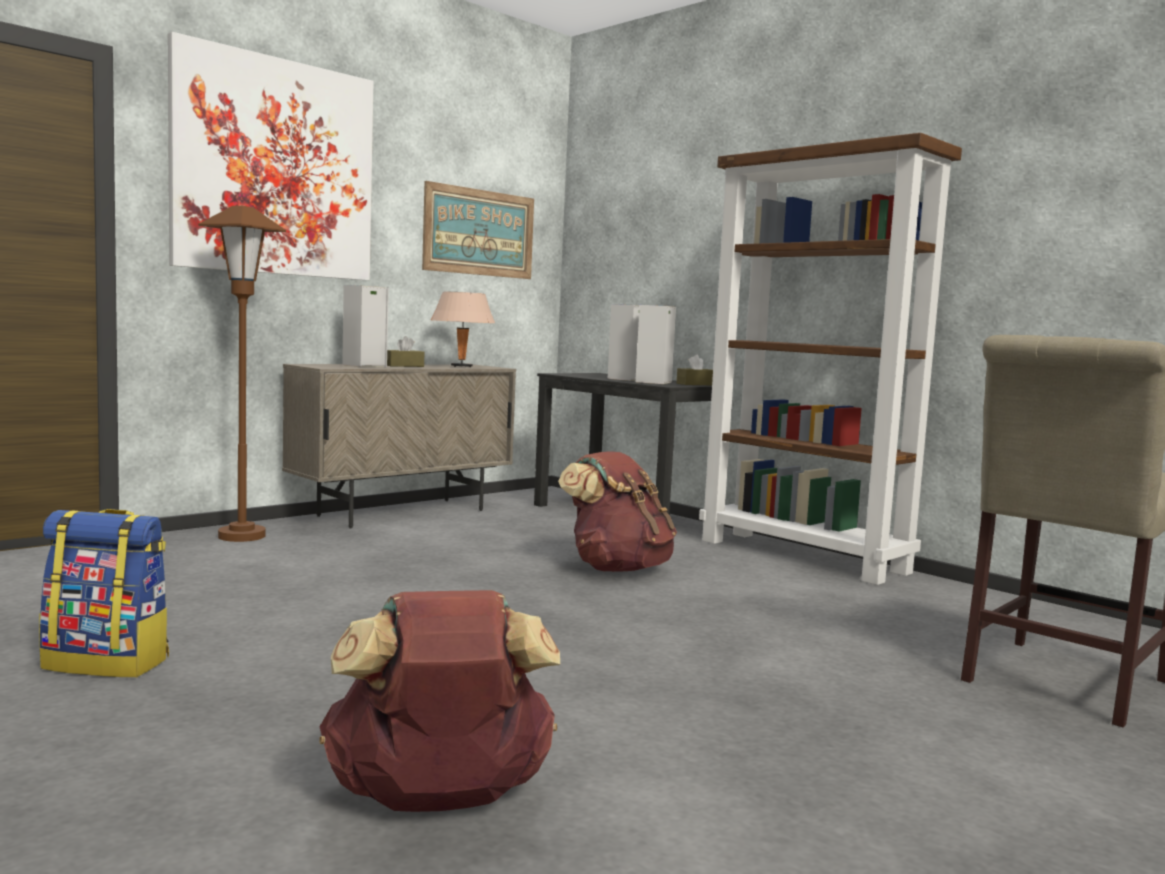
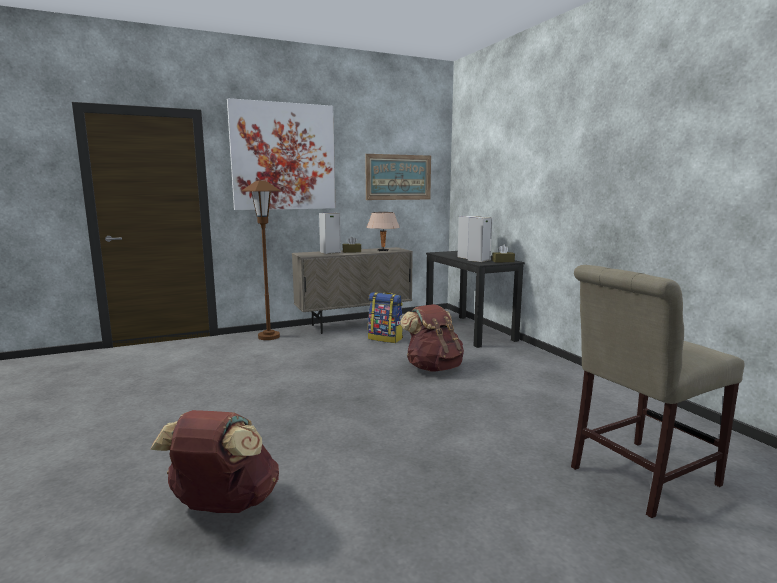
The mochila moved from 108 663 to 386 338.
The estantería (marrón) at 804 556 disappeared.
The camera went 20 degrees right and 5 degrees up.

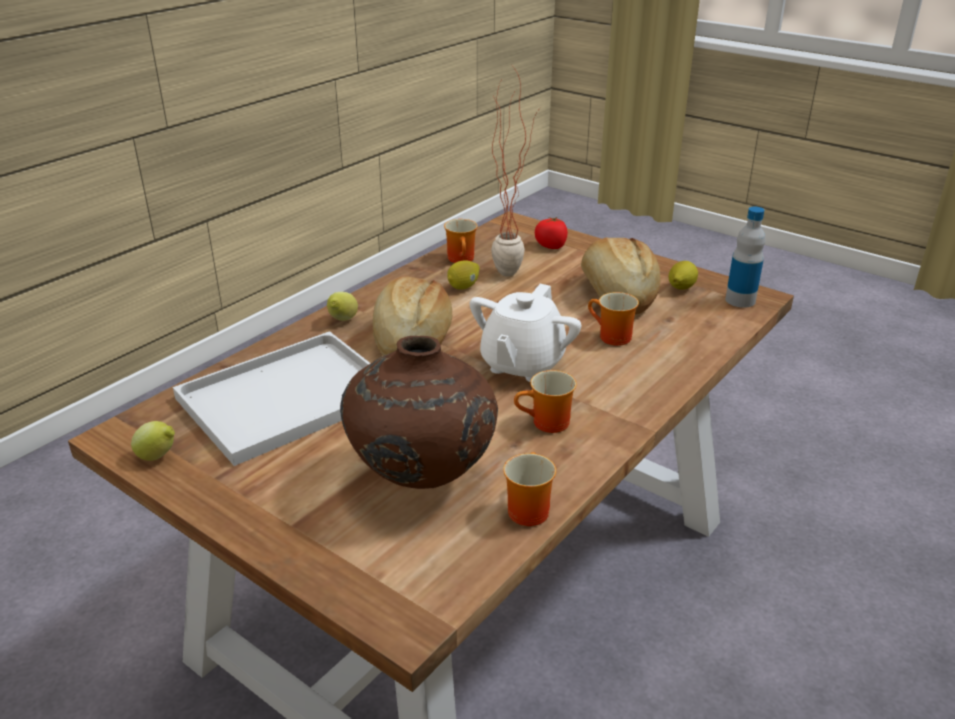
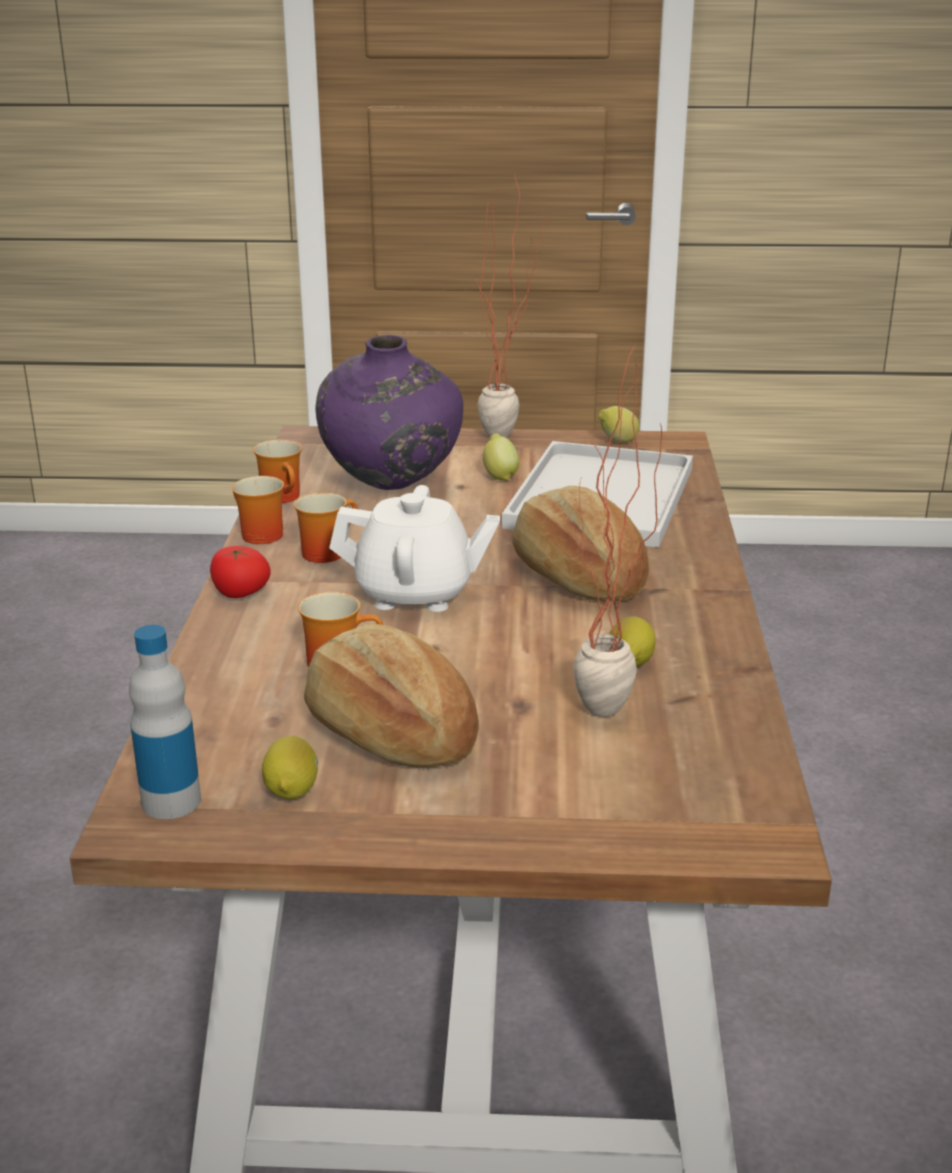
The tomate moved from 551 246 to 240 593.
The taza grande moved from 463 259 to 256 535.
The florero (marrón) at 421 479 became the florero (morado) at 392 488.
The tetera (blanco) at 522 364 turned 105 degrees clockwise.
The planta en maceta at 511 438 appeared.
The limón moved from 342 321 to 500 476.
The camera went 145 degrees right and 5 degrees down.

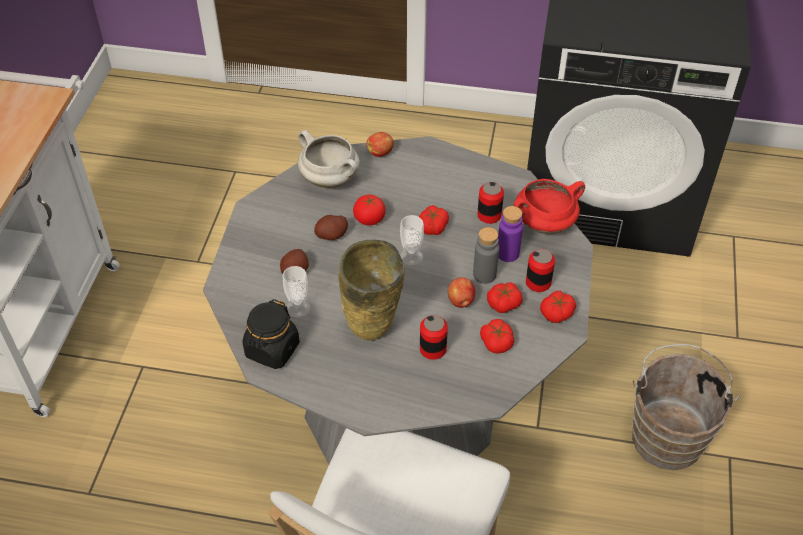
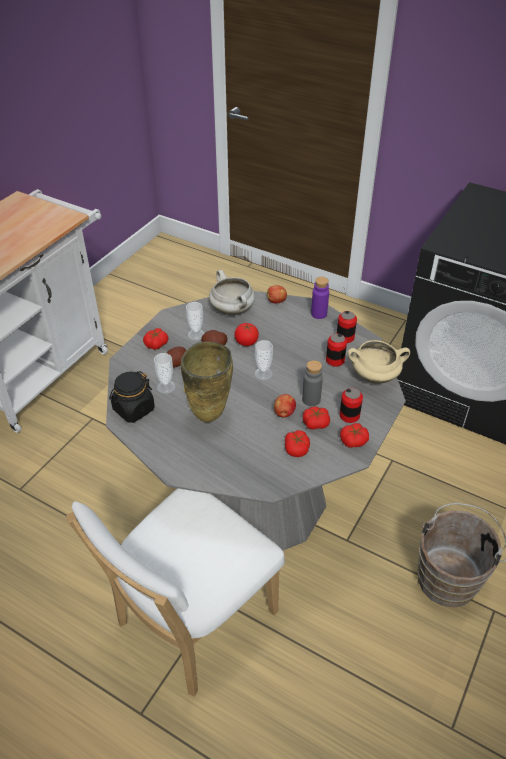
The tomate moved from 432 226 to 156 344.
The taza at 196 334 appeared.
The botella (morado) moved from 507 253 to 319 314.
The lata moved from 433 349 to 345 337.
The olla (rojo) at 545 223 became the olla (beis) at 375 376.
The camera went 20 degrees right and 5 degrees down.

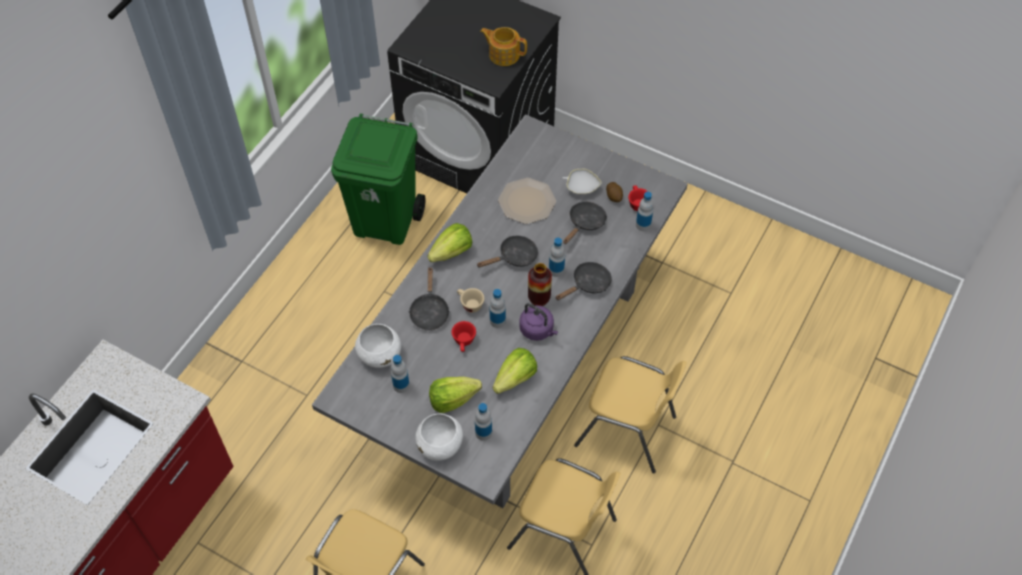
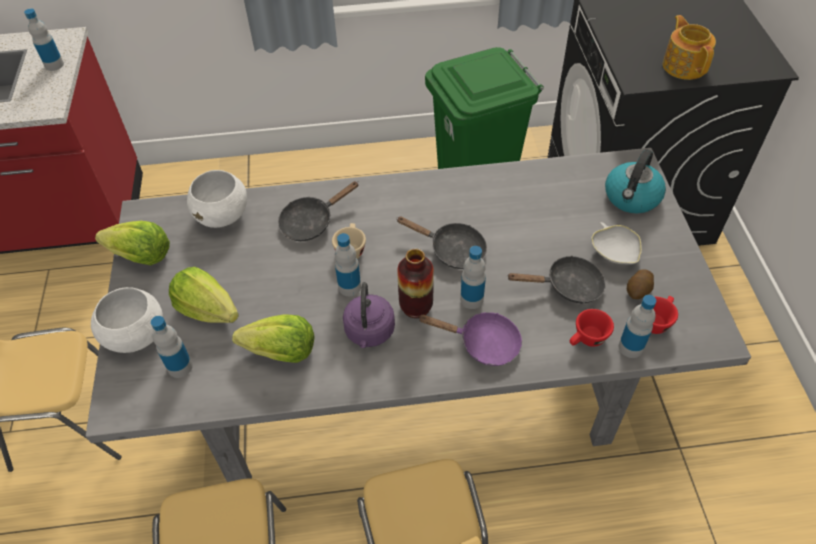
The botella moved from 401 385 to 54 65.
The lechuga moved from 452 252 to 141 256.
The sartén (negro) at 588 284 became the sartén (morado) at 483 343.
The taza (rojo) moved from 464 342 to 587 340.
The hervidor at 632 197 appeared.
The plato at 526 202 disappeared.
The camera went 55 degrees right and 5 degrees down.

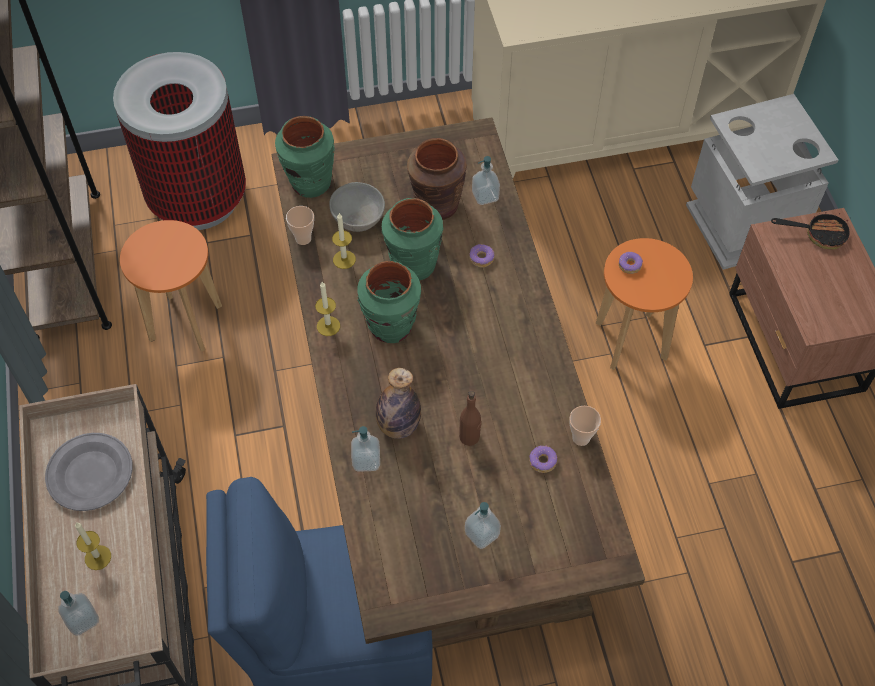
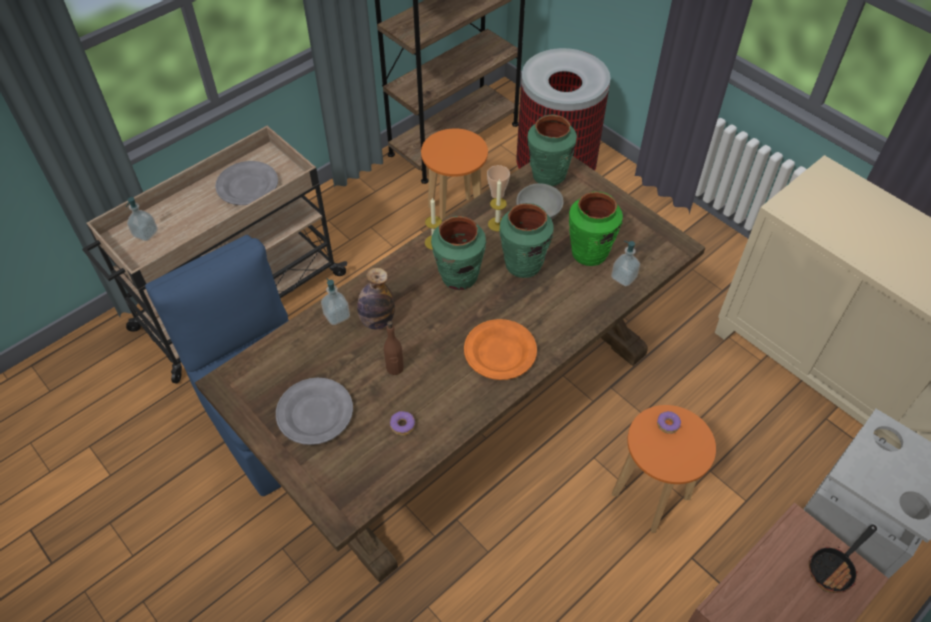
The dispensador de jabón at 482 534 was replaced by the plato (gris) at 315 414.
The plato (naranja) at 500 351 appeared.
The florero (marrón) at 437 205 became the florero (verde) at 589 253.
The sartén at 819 234 turned 75 degrees clockwise.
The vela at 98 557 disappeared.
The rosquilla at 481 258 disappeared.
The taza at 581 438 disappeared.
The camera went 60 degrees right and 5 degrees down.

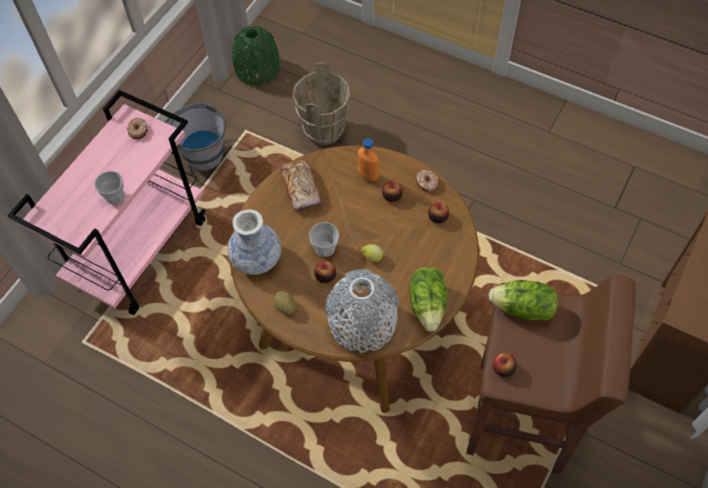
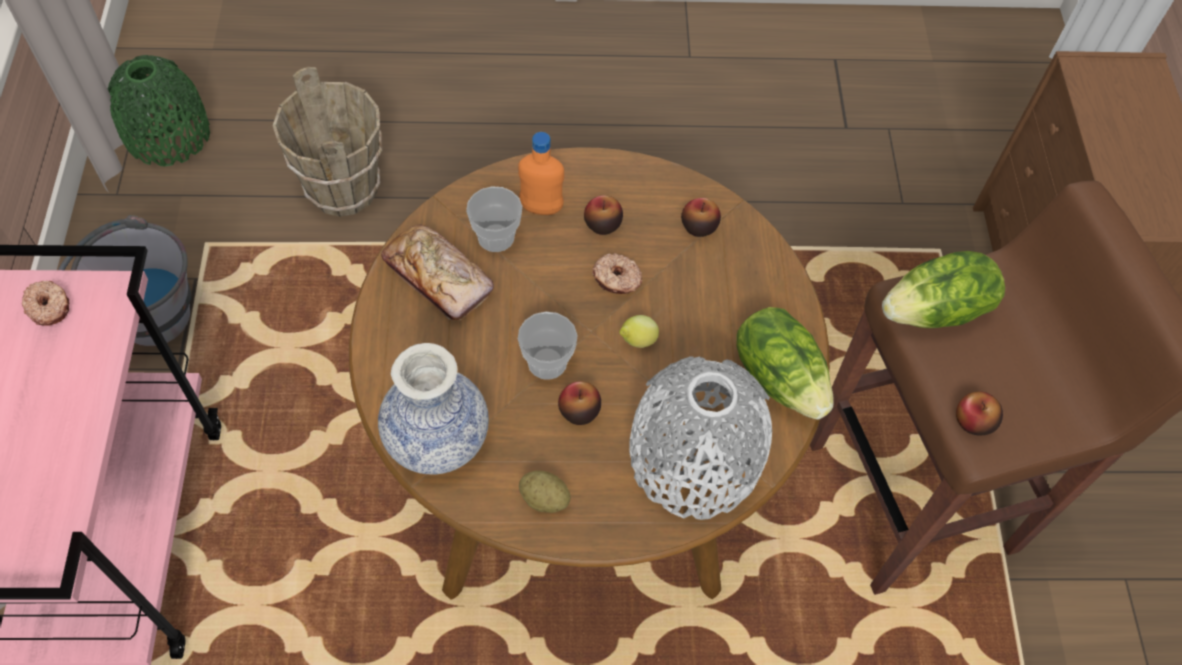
The taza moved from 115 196 to 496 237.
The rosquilla moved from 426 183 to 616 279.
The camera went 35 degrees left and 0 degrees up.

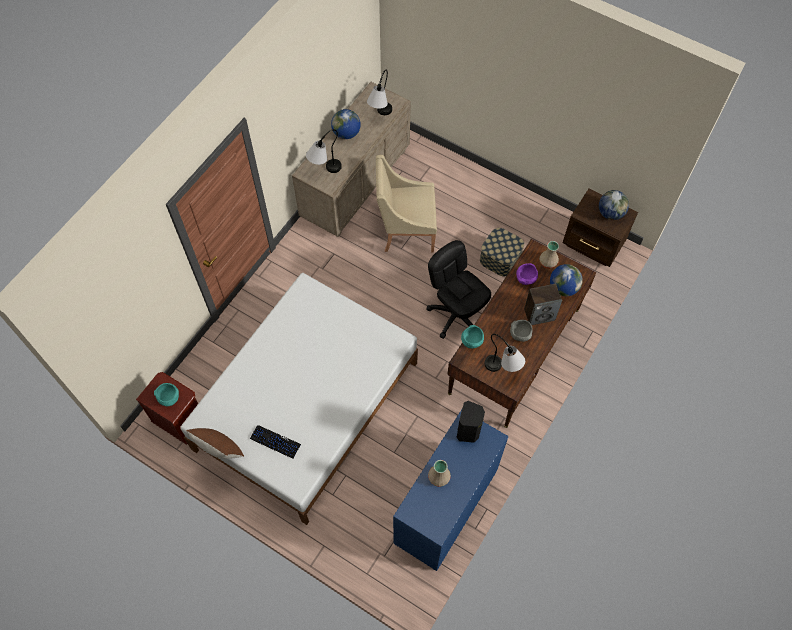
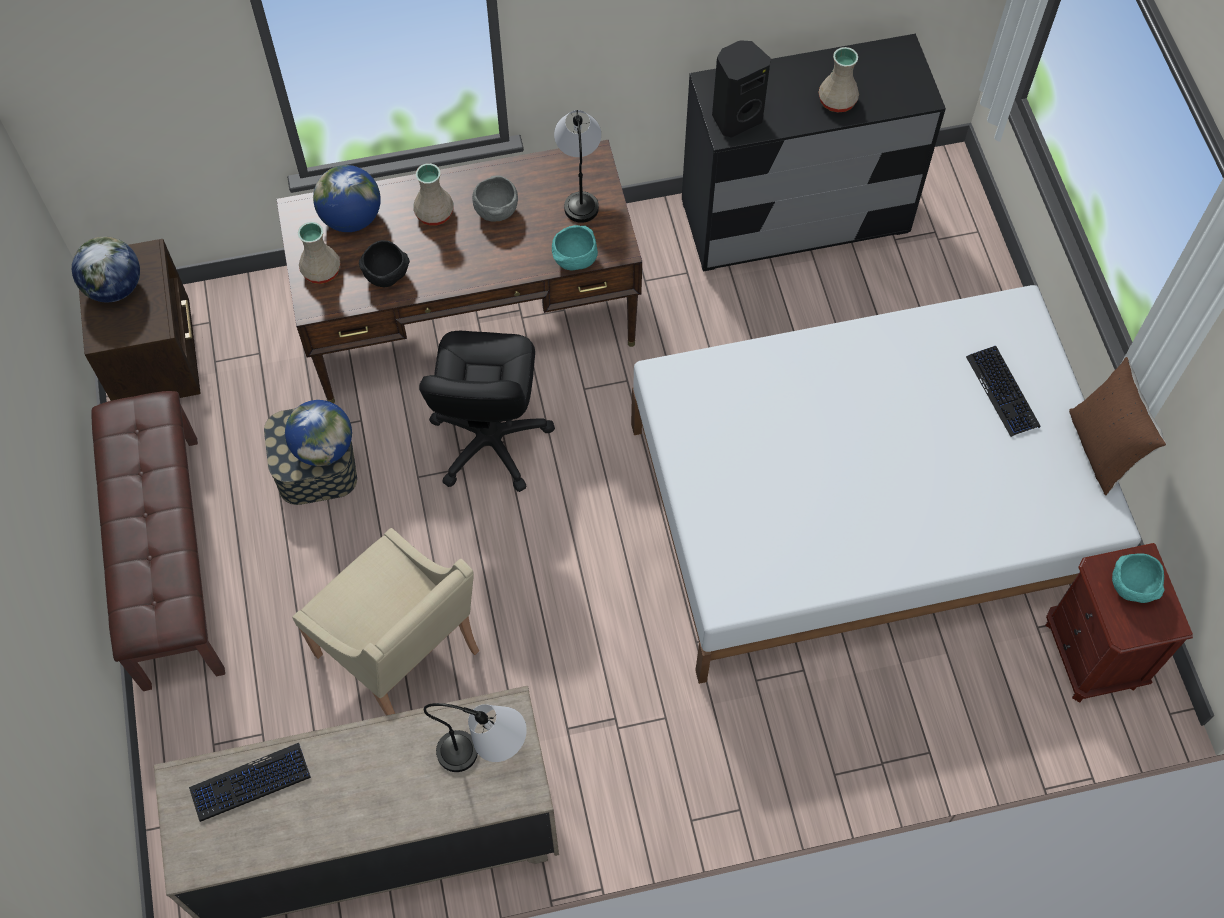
The banco (marrón) at 169 559 appeared.
The lámpara de mesa at 380 117 was replaced by the teclado at 250 783.
The globo terráqueo moved from 346 133 to 323 448.
The cuenco (morado) at 525 279 became the cuenco (negro) at 387 275.
The altavoz at 539 314 was replaced by the florero (beis) at 433 213.
The cómoda (azul) at 446 507 became the cómoda (negro) at 794 218.
The camera went 135 degrees left and 0 degrees up.

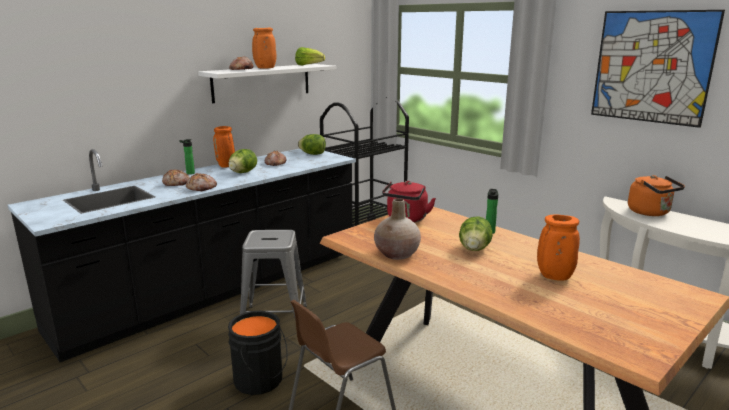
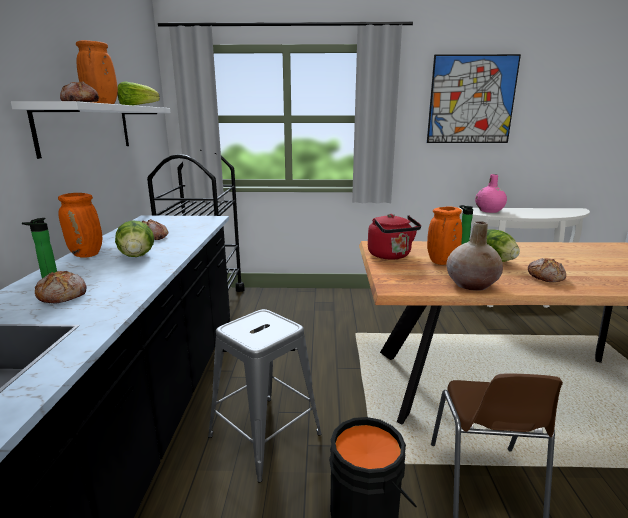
The florero (naranja) moved from 554 277 to 442 262.
The hervidor (naranja) at 650 213 was replaced by the florero (rosa) at 489 211.
The pan moved from 202 188 to 546 277.
The lechuga at 313 154 disappeared.
The camera went 45 degrees left and 0 degrees up.

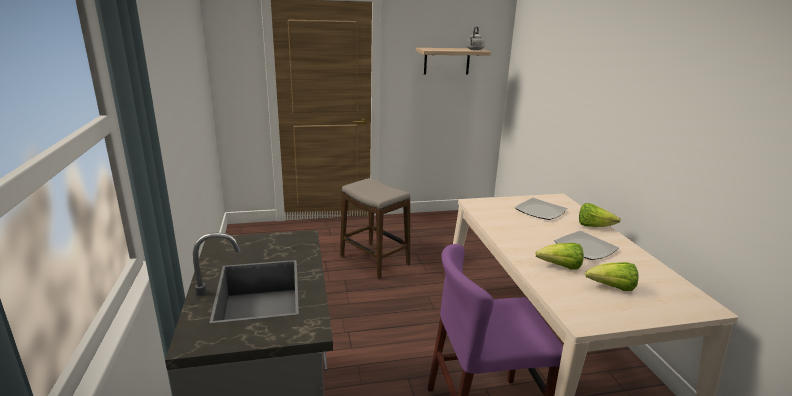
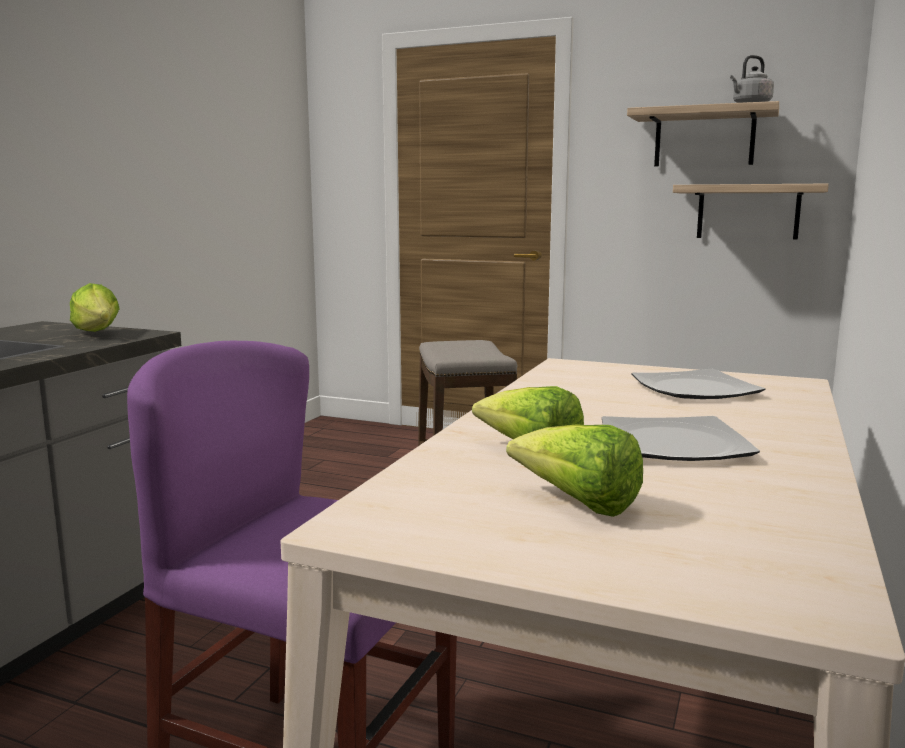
The lechuga moved from 593 226 to 98 333.
The estante at 748 212 appeared.
The camera went 35 degrees right and 10 degrees down.

